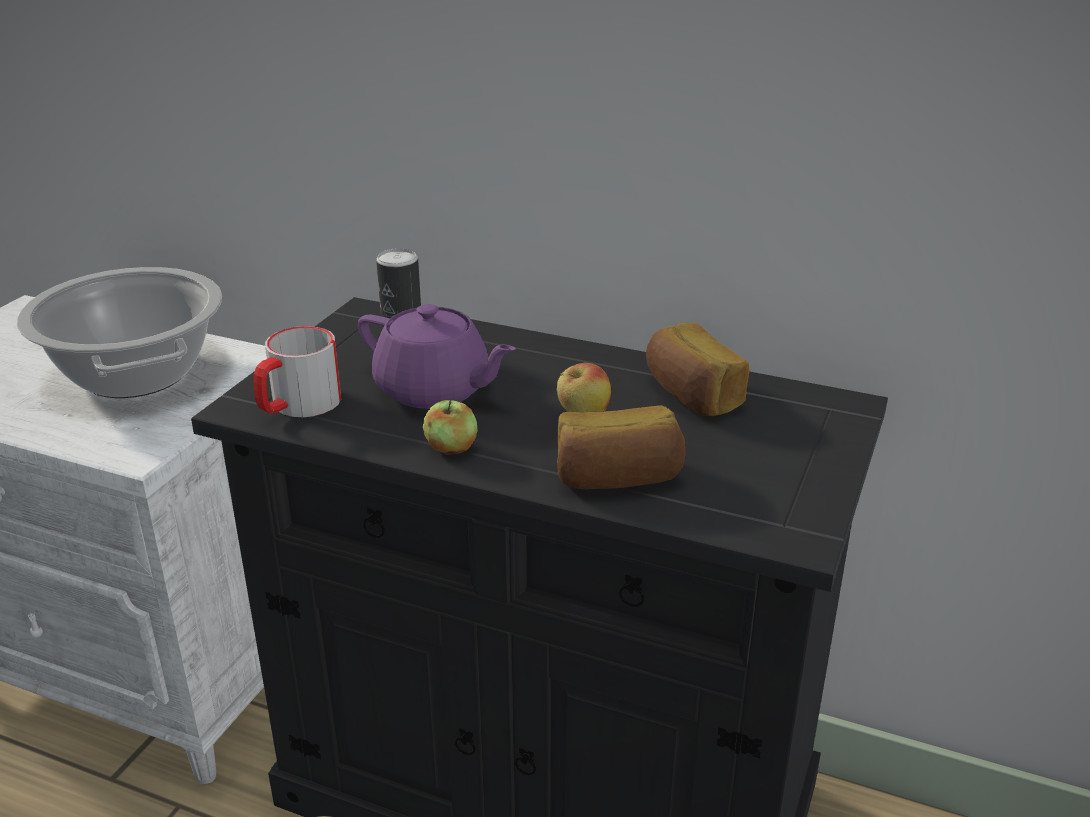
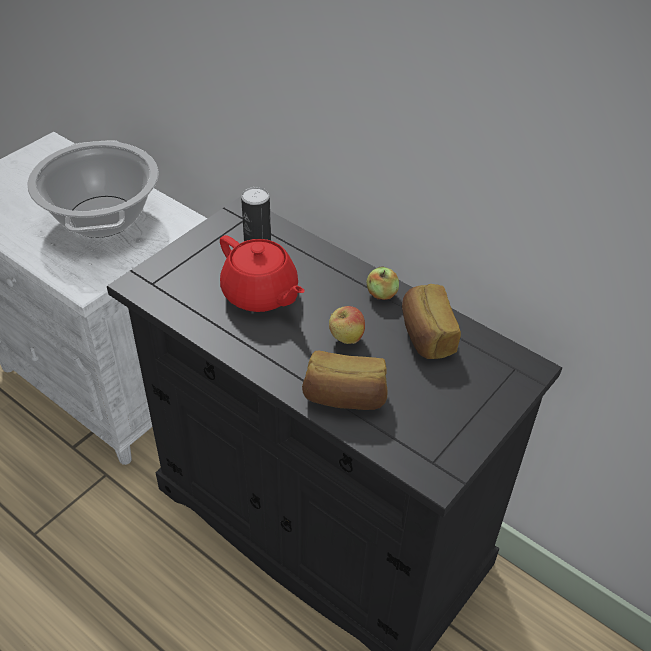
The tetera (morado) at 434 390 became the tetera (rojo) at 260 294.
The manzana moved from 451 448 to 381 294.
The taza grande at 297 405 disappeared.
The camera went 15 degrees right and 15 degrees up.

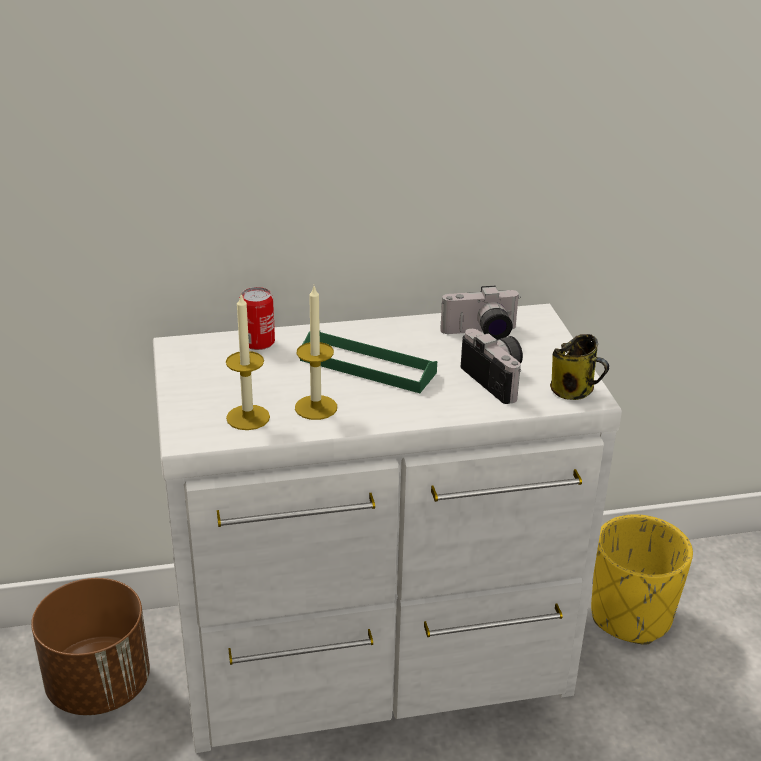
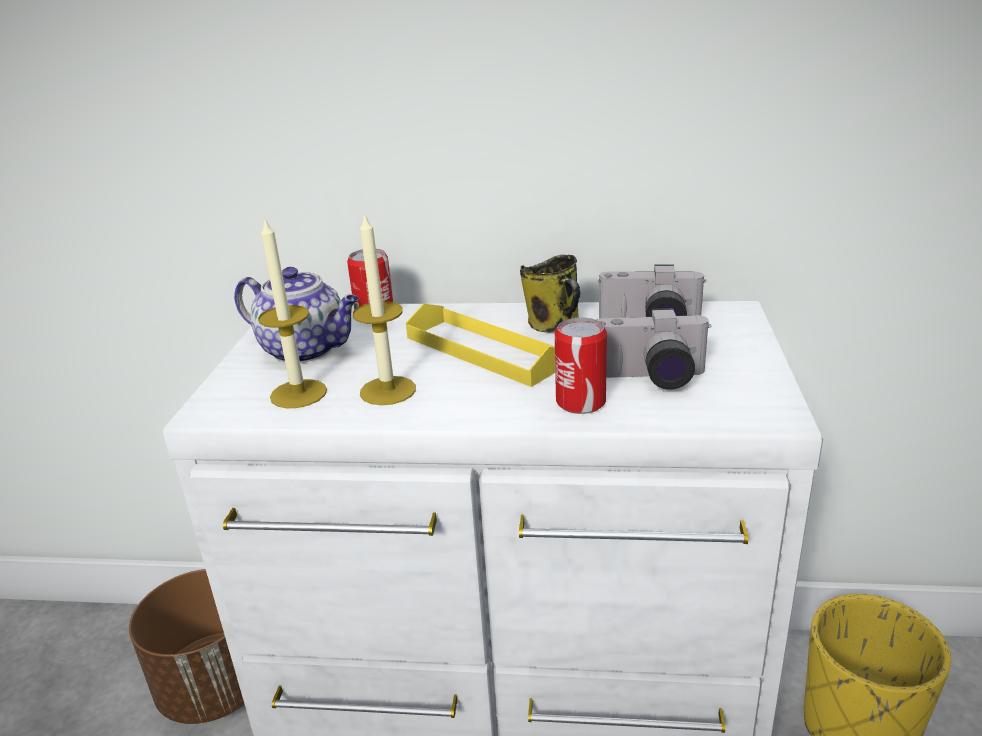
The tetera at 306 350 appeared.
The bandeja (verde) at 367 366 became the bandeja (amarillo) at 483 351.
The taza grande moved from 574 391 to 555 325.
The lata at 580 402 appeared.
The cámara at 499 379 turned 105 degrees clockwise.
The camera went 20 degrees right and 5 degrees down.

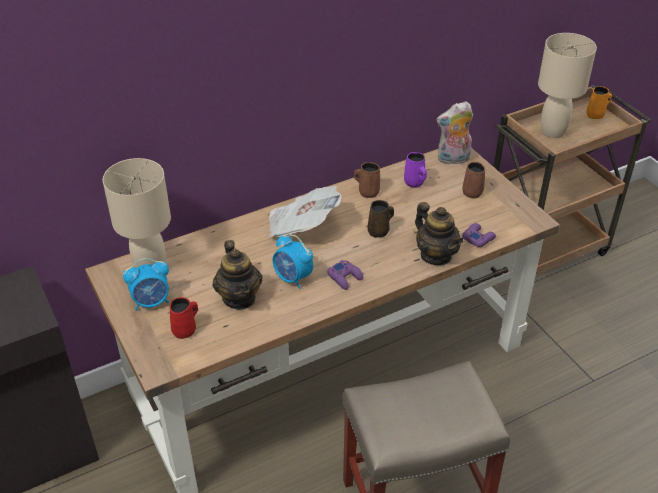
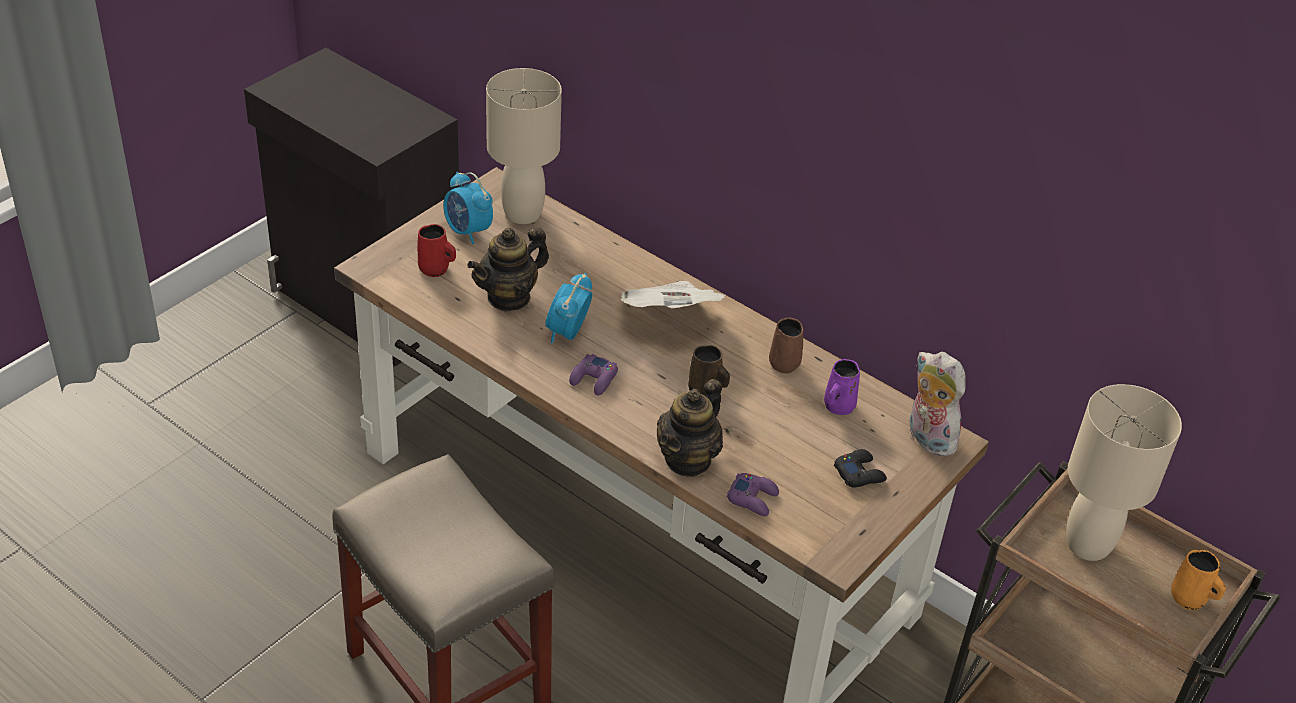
The taza grande (marrón) at 472 192 was replaced by the mando de consola (negro) at 859 473.
The camera went 65 degrees right and 0 degrees up.

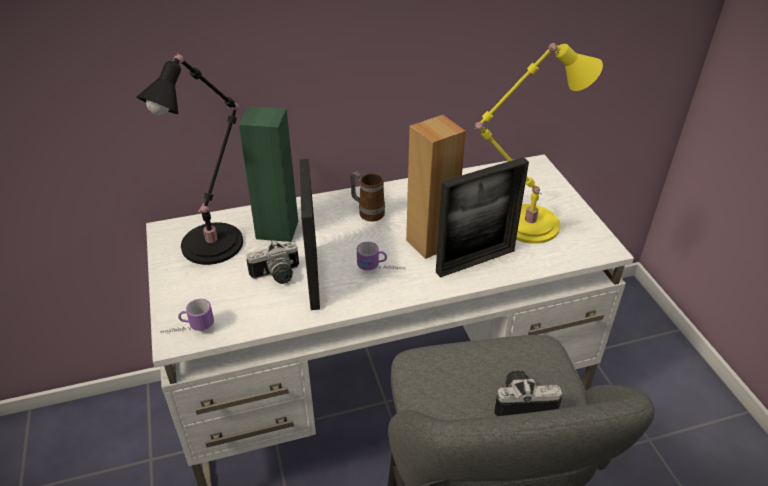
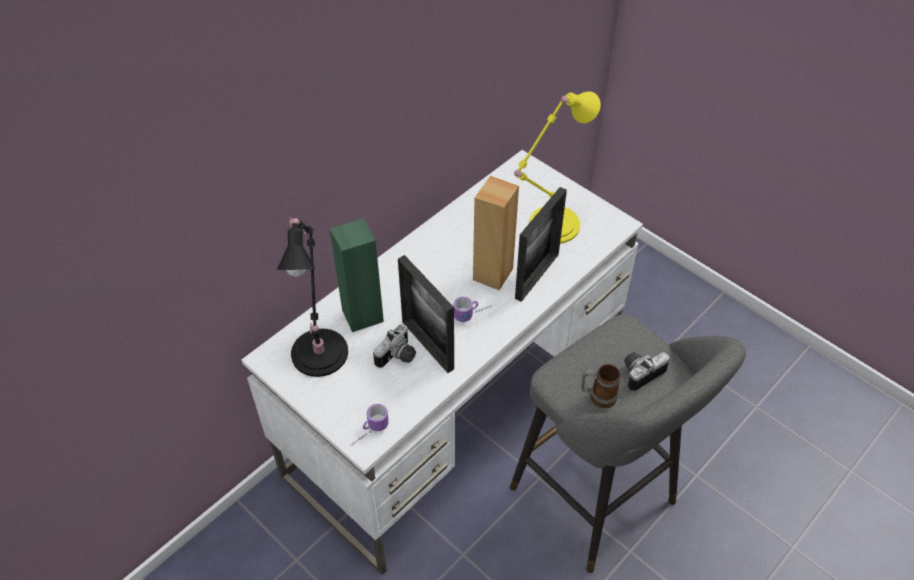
The taza grande moved from 367 212 to 597 397.
The camera went 30 degrees left and 10 degrees up.

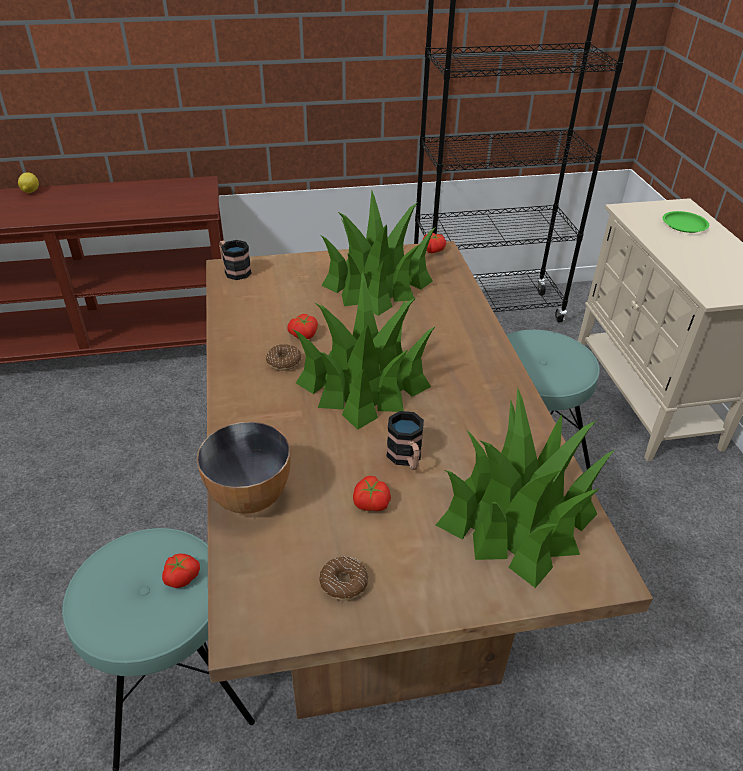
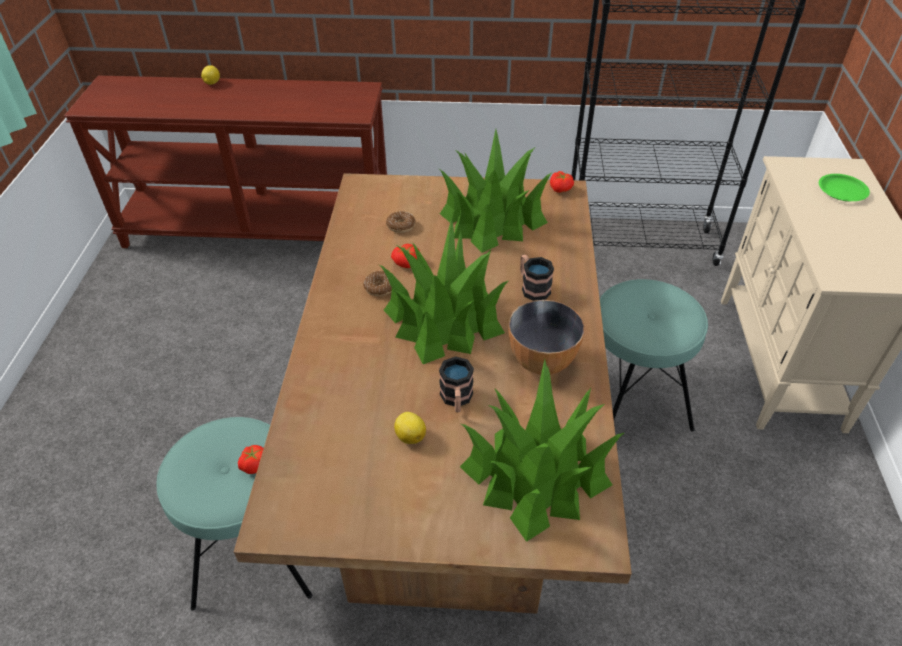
The rosquilla moved from 344 583 to 401 226.
The tomate at 370 503 was replaced by the limón at 410 436.
The cuenco moved from 250 495 to 542 360.
The taza grande moved from 234 270 to 532 287.
The camera went 15 degrees right and 5 degrees up.

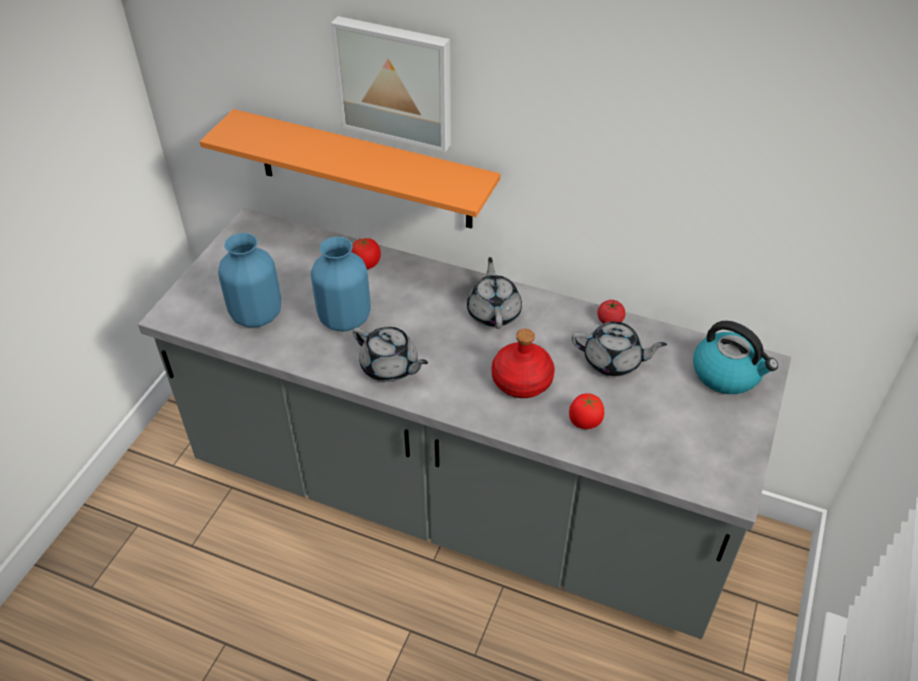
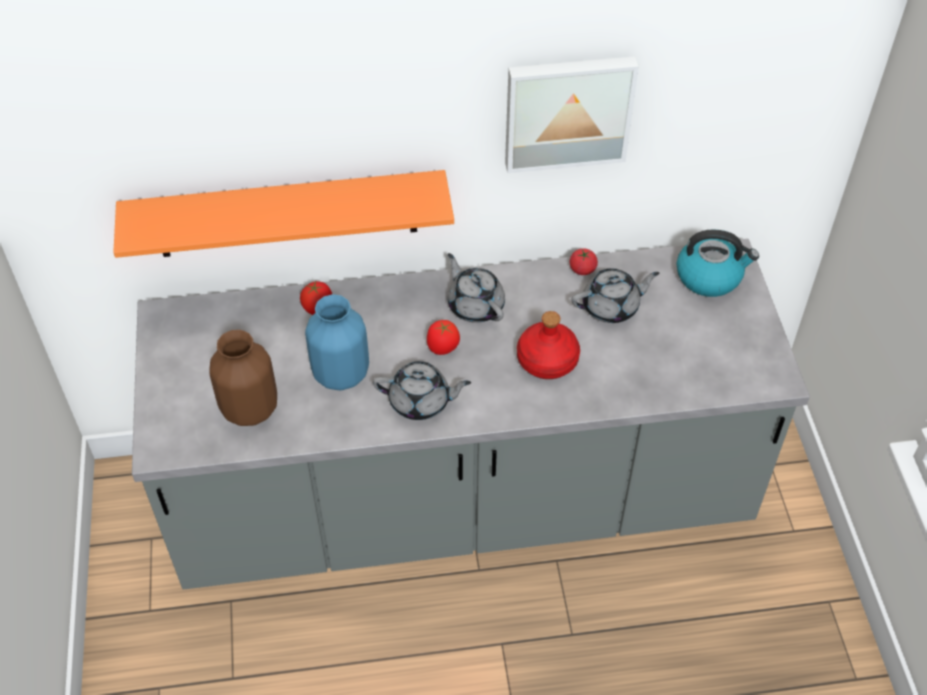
The florero (azul) at 256 314 became the florero (marrón) at 249 408.
The tomate moved from 584 422 to 442 347.
The cuadro moved from 395 82 to 567 111.
The camera went 30 degrees left and 5 degrees up.

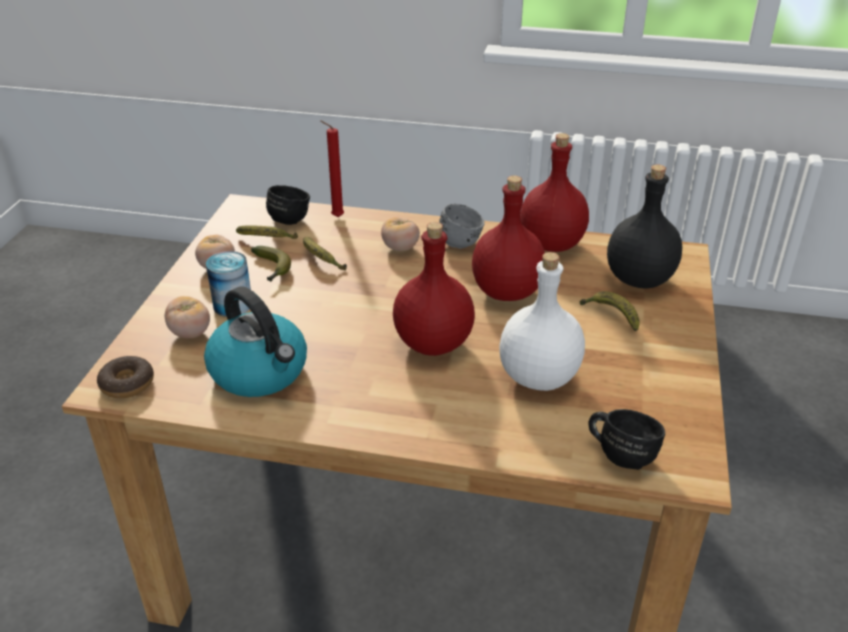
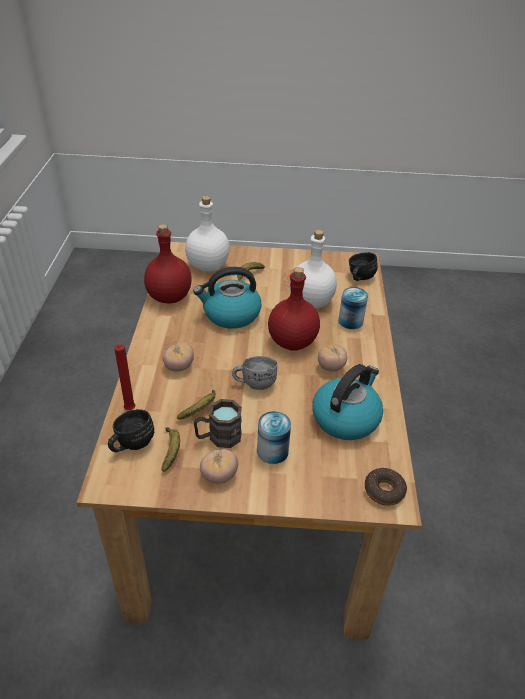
The botella (negro) at 638 279 became the botella (blanco) at 208 266.
The botella (rojo) at 506 292 was replaced by the hervidor at 230 315.
The plátano at 272 269 was replaced by the taza grande (marrón) at 218 437.
The taza grande (gris) moved from 462 240 to 254 382.
The tomate moved from 190 333 to 331 367.
The lata at 350 321 appeared.
The camera went 100 degrees left and 5 degrees up.

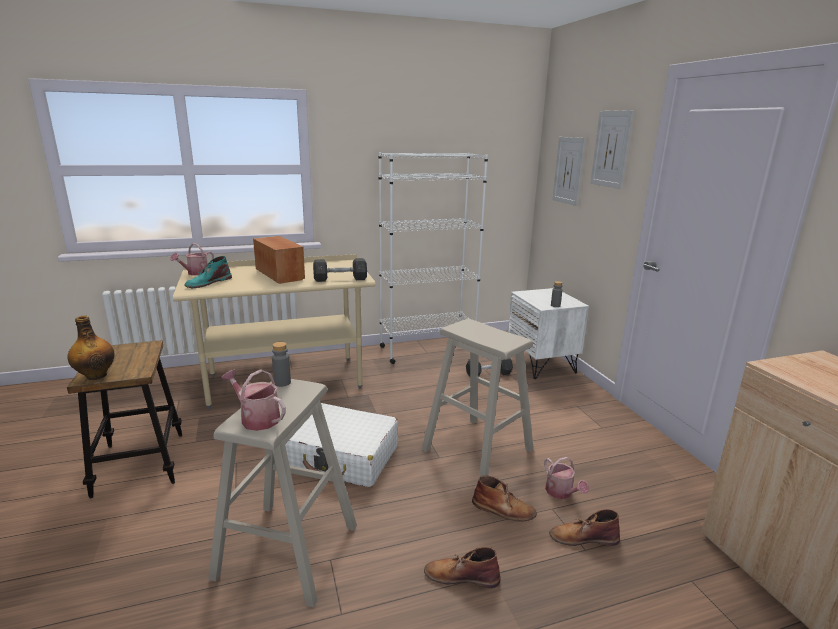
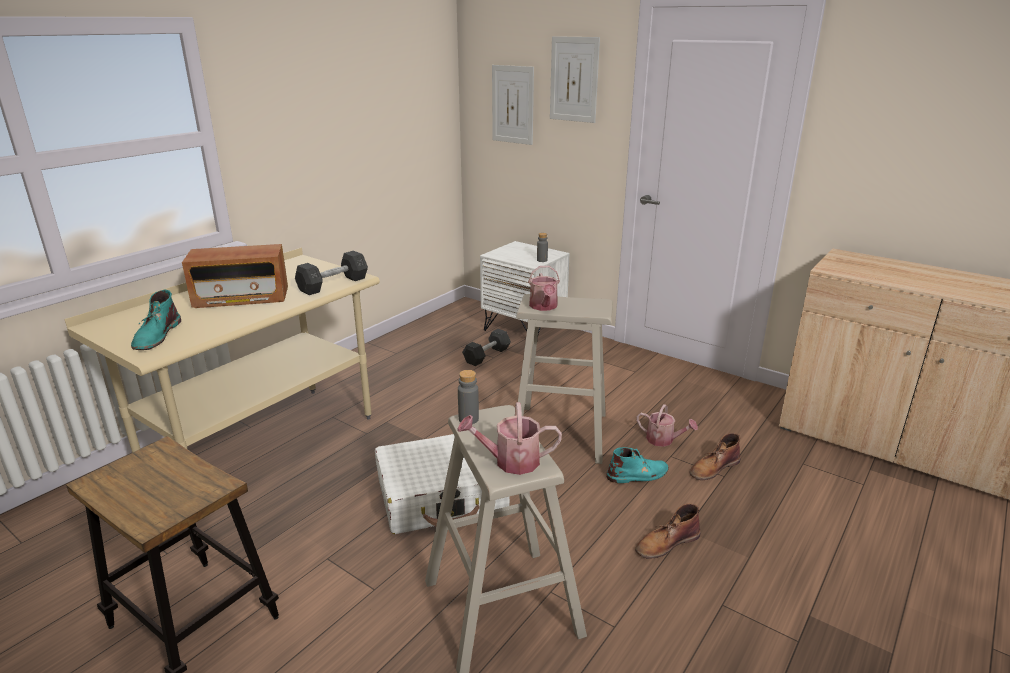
The radio at 280 275 turned 150 degrees clockwise.
The regadera moved from 195 273 to 544 307.
The bota (marrón) at 504 509 became the bota (turquesa) at 638 474.
The botella at 96 375 disappeared.
The estantería (blanco) at 427 350 disappeared.
The camera went 35 degrees left and 5 degrees up.

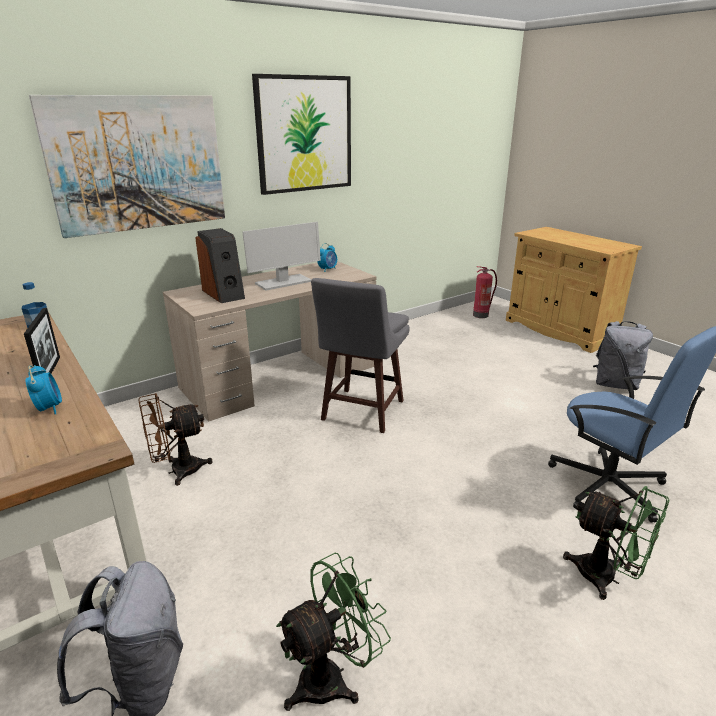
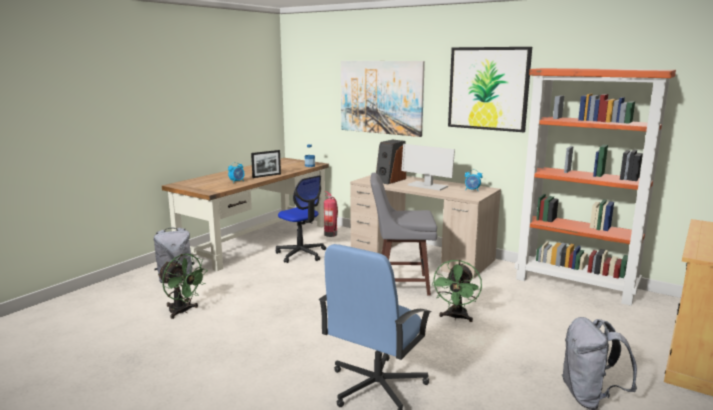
The ventilador (marrón) at 177 471 was replaced by the silla de oficina at 301 254.
The extintor moved from 481 315 to 331 234.
The ventilador (verde) moved from 606 578 to 456 317.
The estantería (naranja) at 576 285 appeared.
The camera went 70 degrees right and 10 degrees down.

